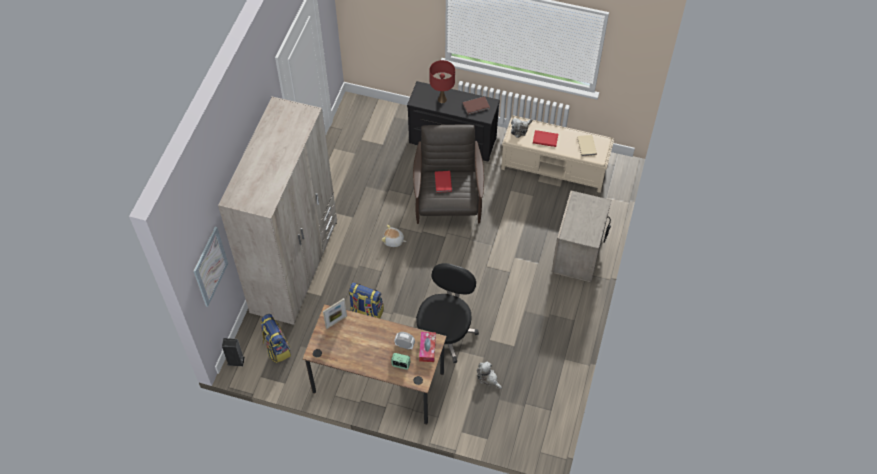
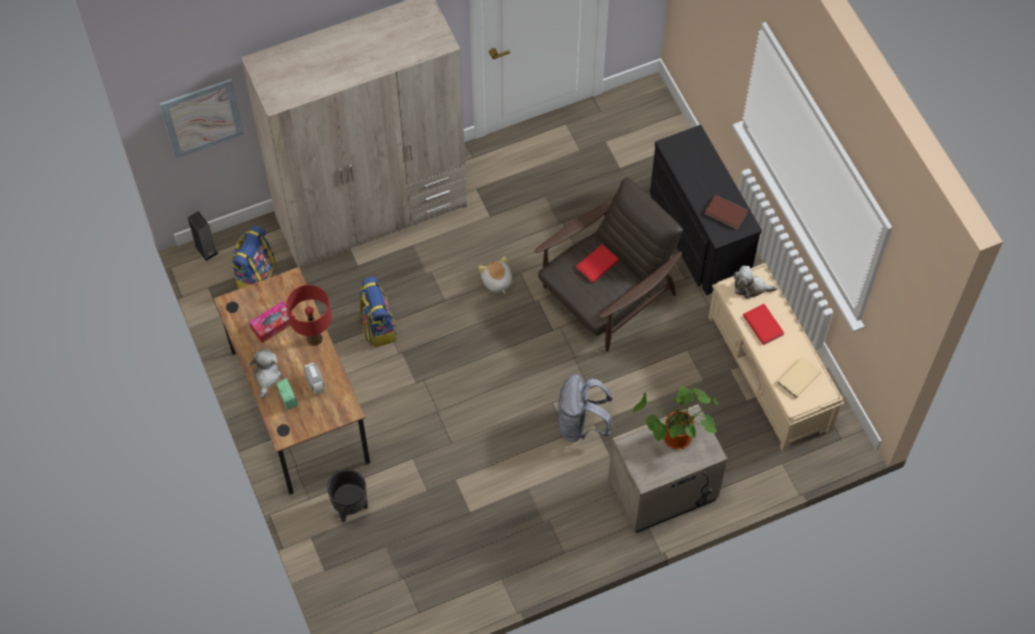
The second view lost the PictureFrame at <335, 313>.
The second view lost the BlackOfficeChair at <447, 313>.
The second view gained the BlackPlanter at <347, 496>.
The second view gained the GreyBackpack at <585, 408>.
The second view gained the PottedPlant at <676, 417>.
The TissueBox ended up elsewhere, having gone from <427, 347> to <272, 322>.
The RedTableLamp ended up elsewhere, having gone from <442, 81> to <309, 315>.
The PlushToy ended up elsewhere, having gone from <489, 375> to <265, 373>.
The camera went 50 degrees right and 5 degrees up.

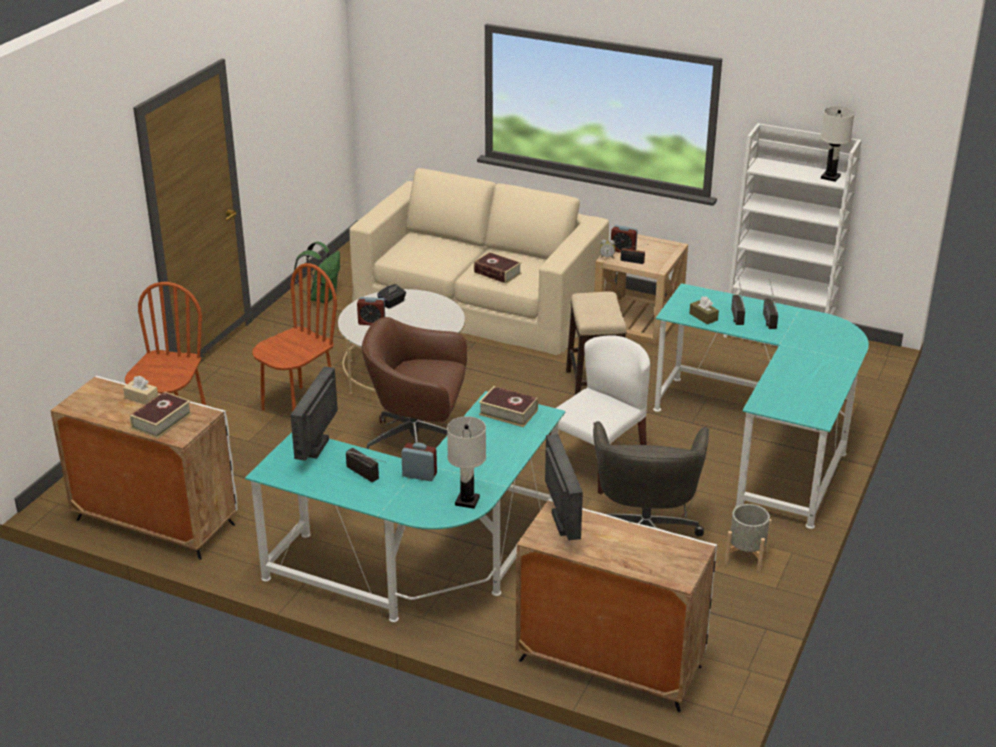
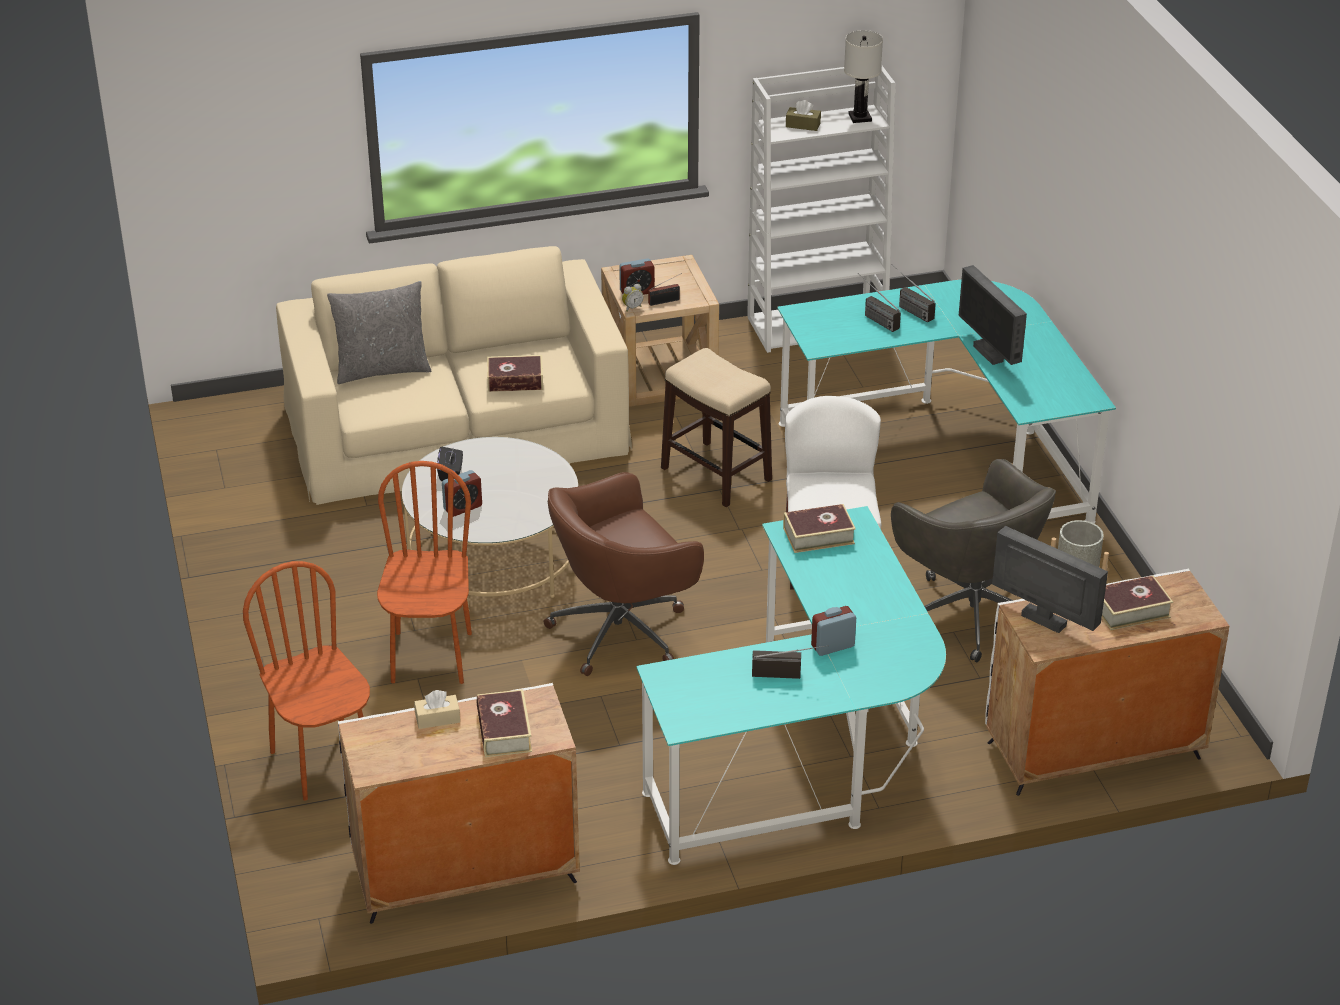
The second view lost the GreenBackpack at <317, 273>.
The second view lost the WhiteTableLamp at <466, 462>.
The second view gained the GreyPillow at <379, 332>.
The second view gained the Book at <1137, 603>.
The Monitor ended up elsewhere, having gone from <314, 413> to <993, 315>.
The BrownTissueBox ended up elsewhere, having gone from <704, 310> to <803, 115>.
The camera went 40 degrees left and 5 degrees up.

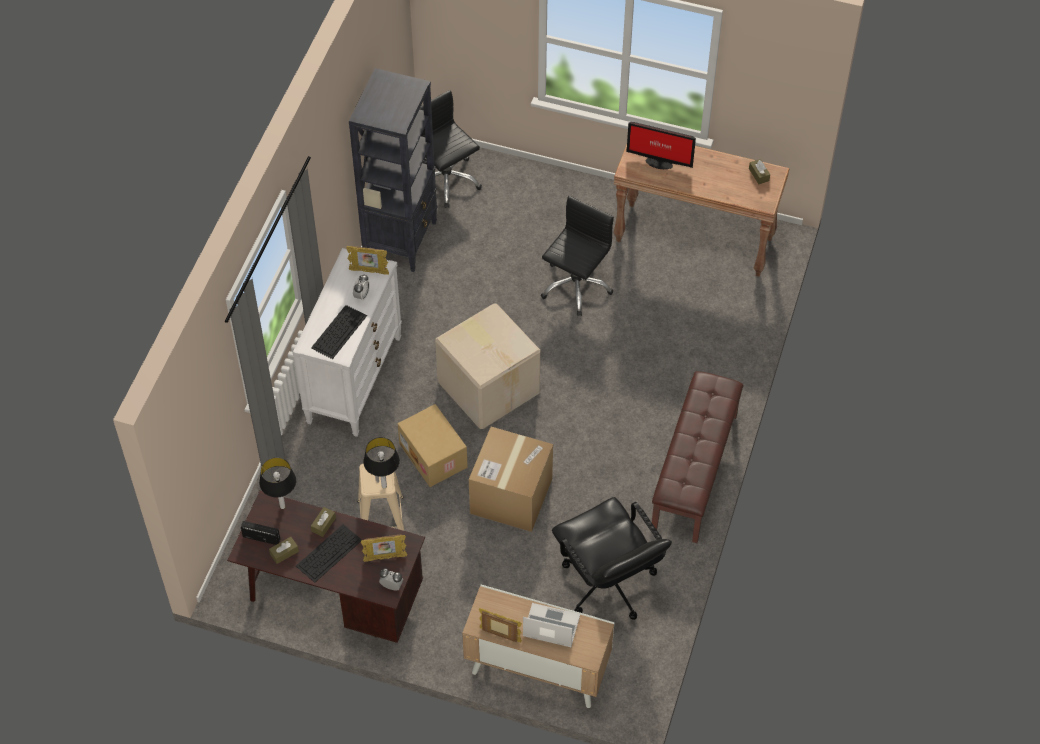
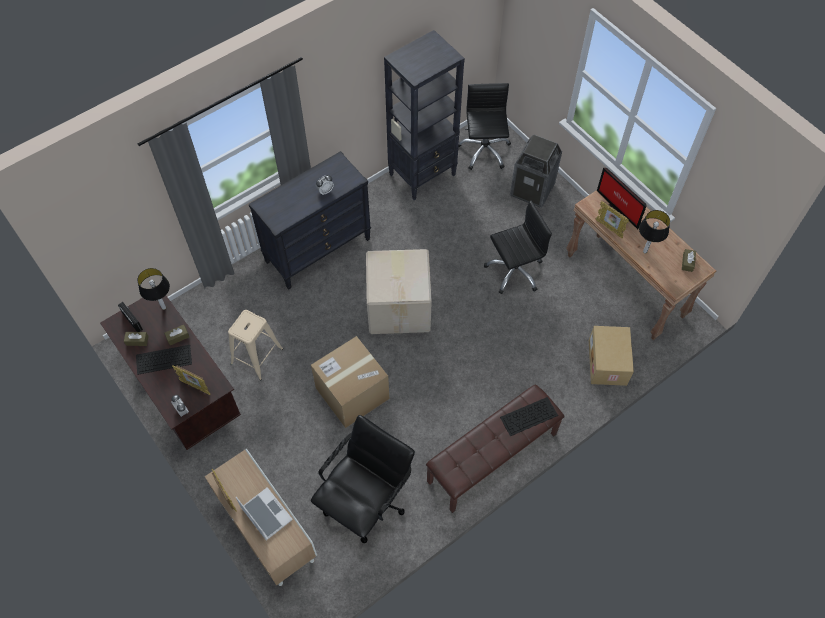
The second view gained the TrashCan at <536, 171>.
The Keyboard ended up elsewhere, having gone from <339, 332> to <529, 416>.
The PictureFrame ended up elsewhere, having gone from <367, 260> to <612, 219>.
The TableLamp ended up elsewhere, having gone from <381, 462> to <654, 231>.
The CardboardBox ended up elsewhere, having gone from <433, 445> to <611, 356>.
What was the WhiteDresser at <347, 342> turned into the BlackDresser at <310, 220>.
The BlackOfficeChair at <612, 558> ended up facing another way, 150 degrees counterclockwise from before.
The camera went 35 degrees right and 5 degrees up.

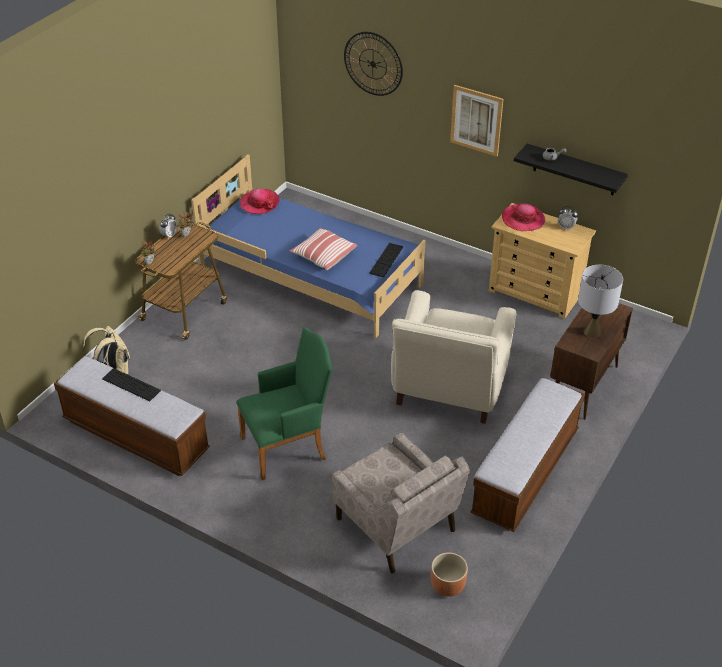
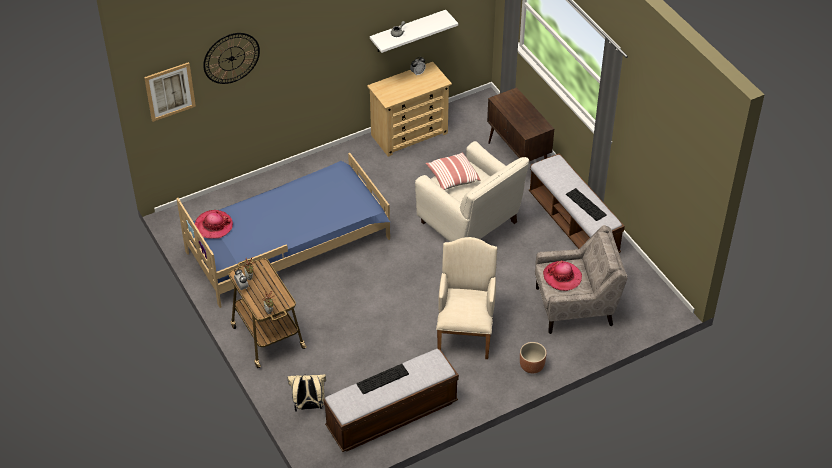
The second view lost the GreyTableLamp at <600, 301>.
The Pillow ended up elsewhere, having gone from <323, 249> to <452, 171>.
The Keyboard ended up elsewhere, having gone from <386, 260> to <586, 204>.
The BrownPlanter ended up elsewhere, having gone from <449, 574> to <533, 357>.
The Picture ended up elsewhere, having gone from <476, 121> to <170, 92>.
The Hat ended up elsewhere, having gone from <523, 217> to <562, 275>.
What was the GreenArmchair at <284, 403> turned into the BeigeArmchair at <466, 298>.
What was the BlackShelf at <571, 169> turned into the WhiteShelf at <414, 31>.
The camera went 60 degrees left and 5 degrees up.

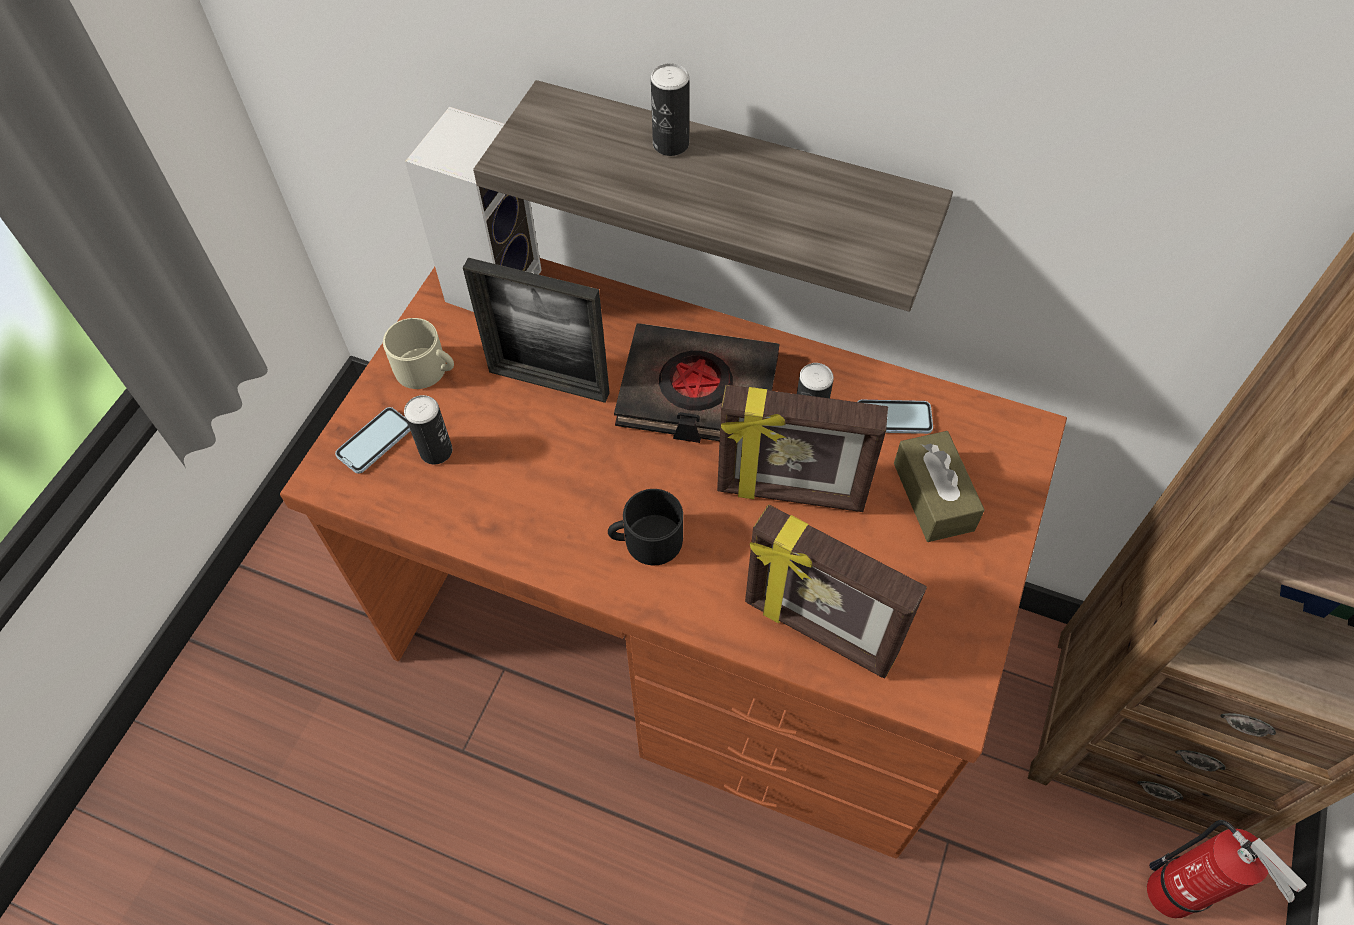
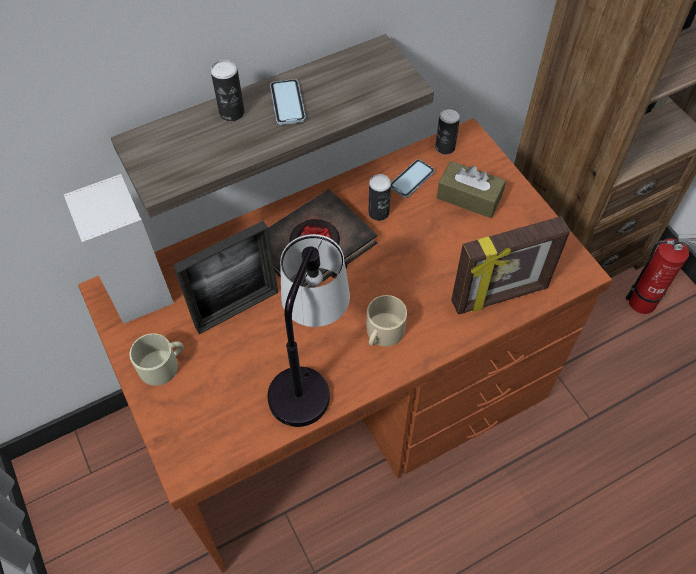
The second view lost the PictureFrame at <802, 448>.
The second view gained the TableLamp at <309, 330>.
The Phone ended up elsewhere, having gone from <372, 440> to <288, 102>.
The Can ended up elsewhere, having gone from <428, 430> to <447, 131>.
What was the BlackMug at <645, 527> turned into the BeigeMug at <386, 320>.
The camera went 50 degrees left and 0 degrees up.

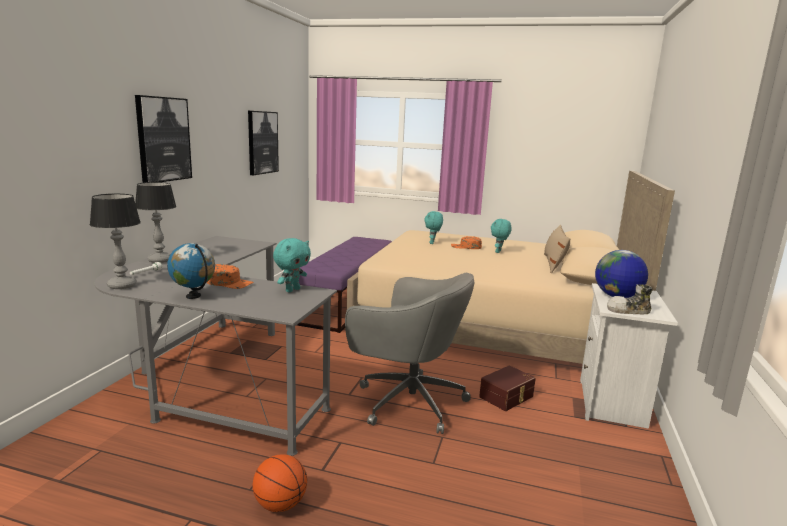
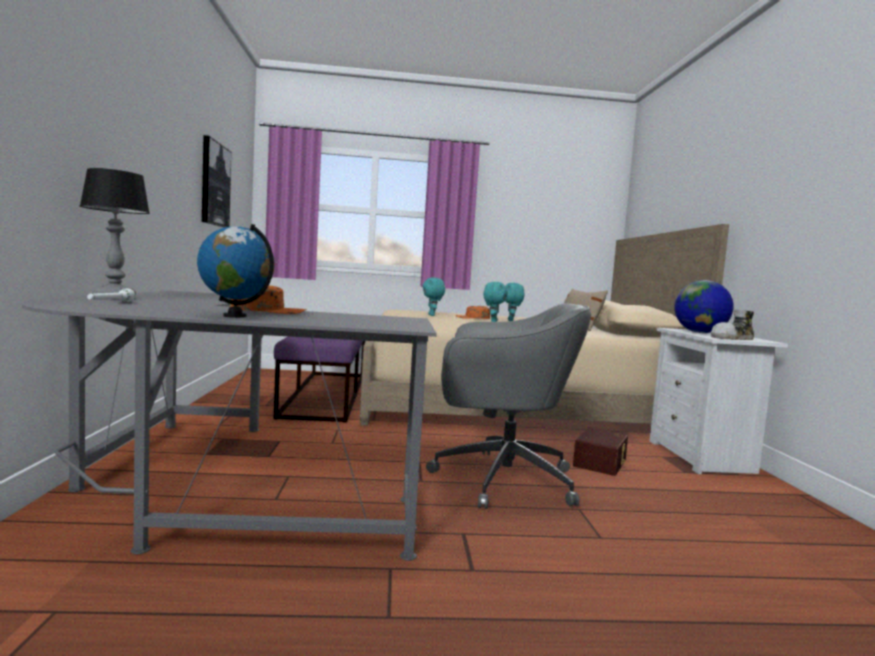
The second view lost the TableLamp at <115, 241>.
The second view lost the Picture at <163, 139>.
The second view lost the Basketball at <280, 483>.
The TurquoisePlushToy ended up elsewhere, having gone from <292, 265> to <495, 302>.
The camera went 20 degrees left and 10 degrees down.

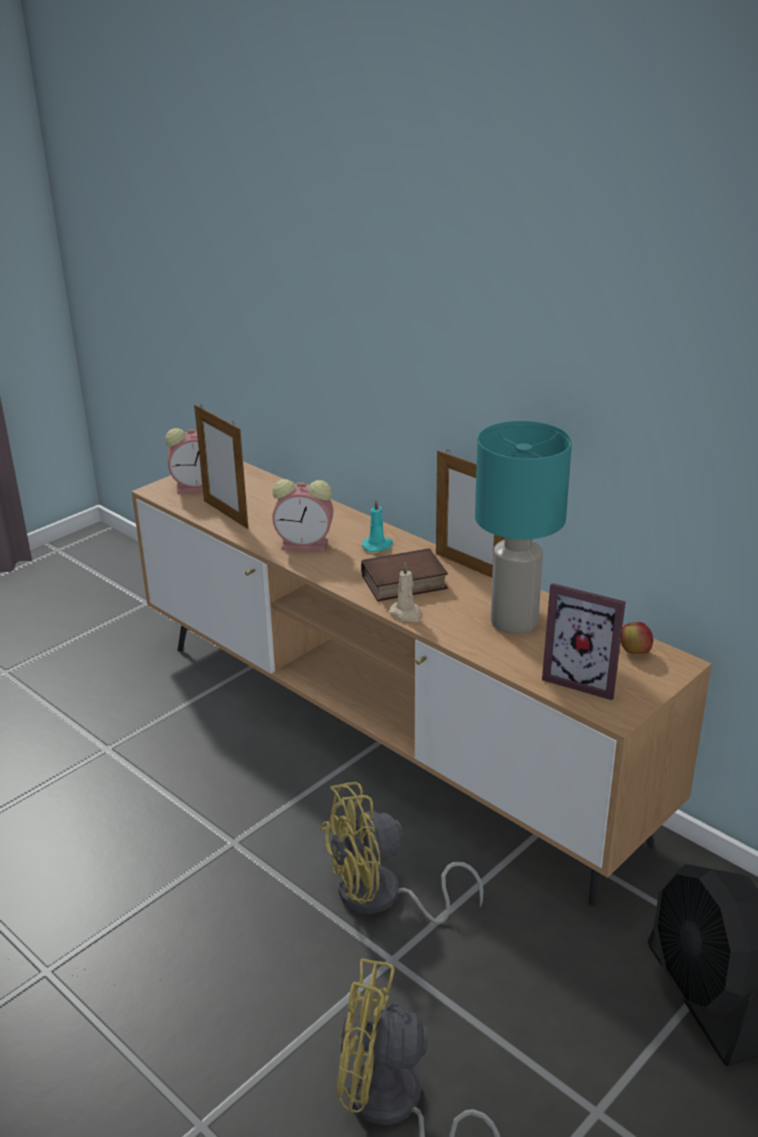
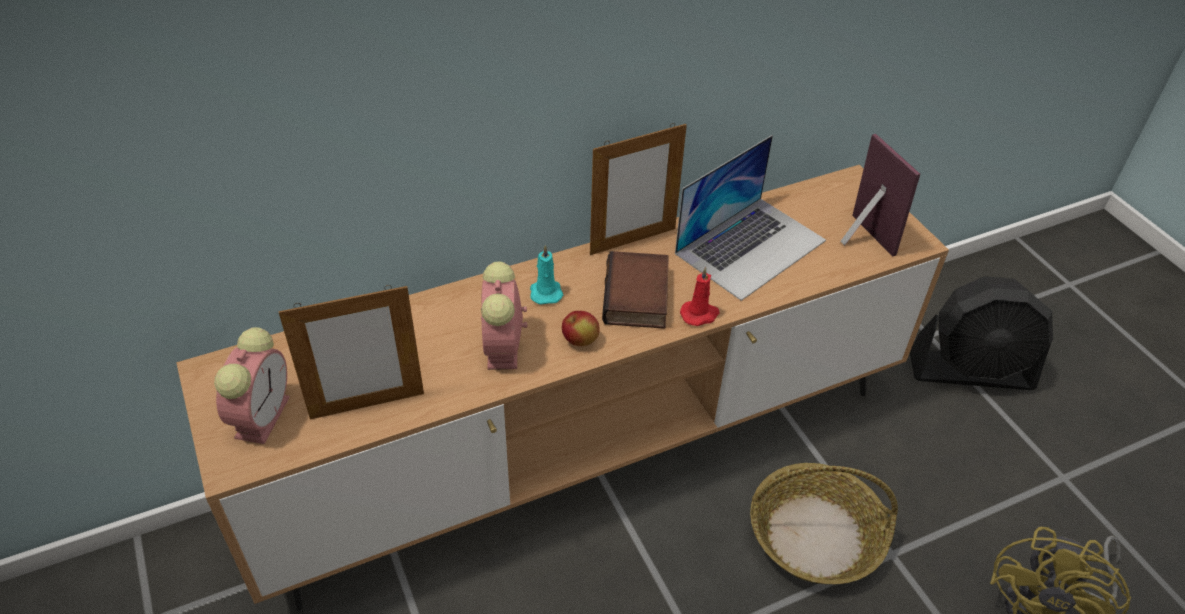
The Apple ended up elsewhere, having gone from <637, 638> to <581, 328>.
Where the YellowFan stood at <402, 853>, the Basket came to stand at <824, 523>.
Where the TurquoiseTableLamp stood at <523, 527>, the Laptop came to stand at <750, 218>.
What was the BeigeCandle at <405, 592> turned into the RedCandle at <699, 296>.
The AlarmClock at <302, 515> ended up facing another way, 150 degrees clockwise from before.
The PictureFrame at <583, 641> ended up facing another way, 75 degrees counterclockwise from before.
The camera went 70 degrees left and 15 degrees up.

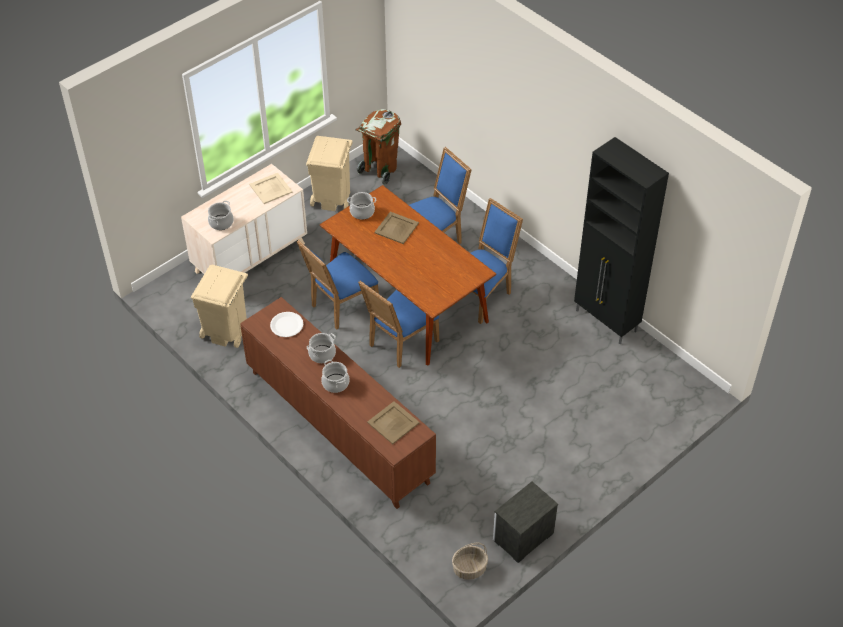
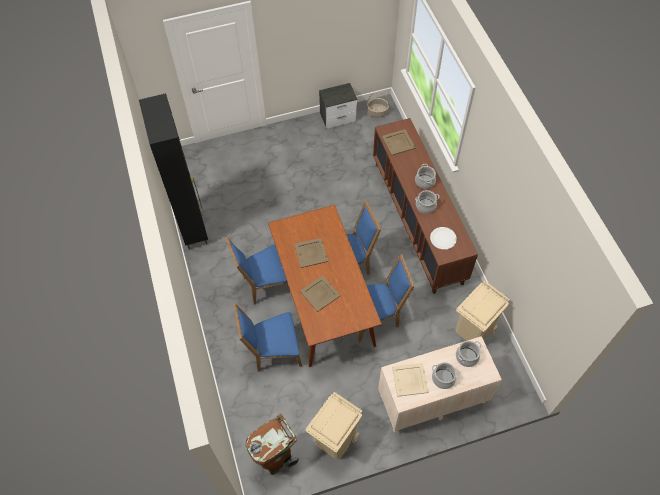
The second view gained the BeigeTray at <311, 253>.
The CookingPot ended up elsewhere, having gone from <361, 206> to <446, 375>.
The camera went 155 degrees left and 10 degrees up.

